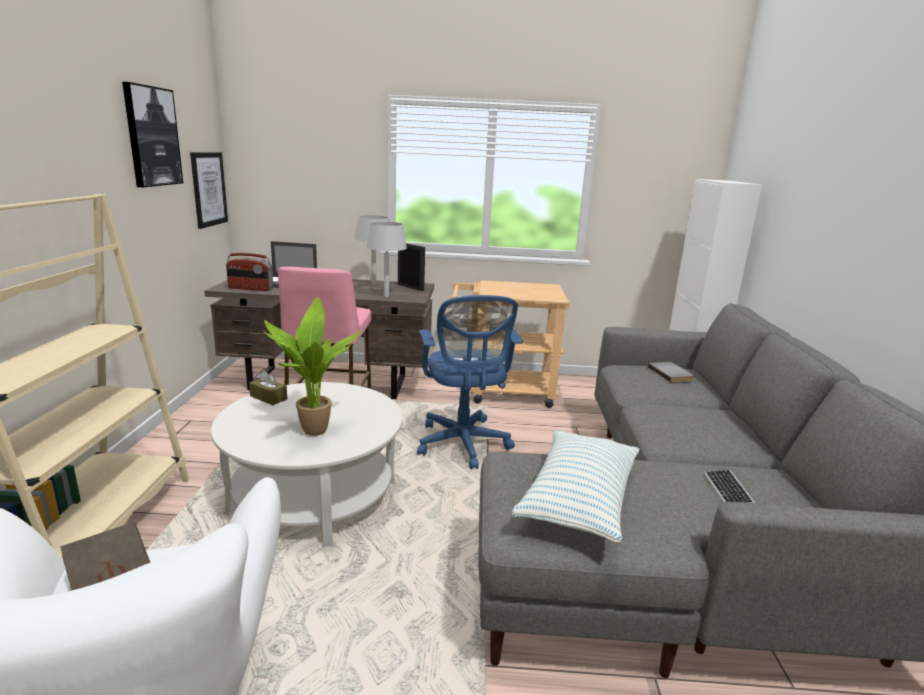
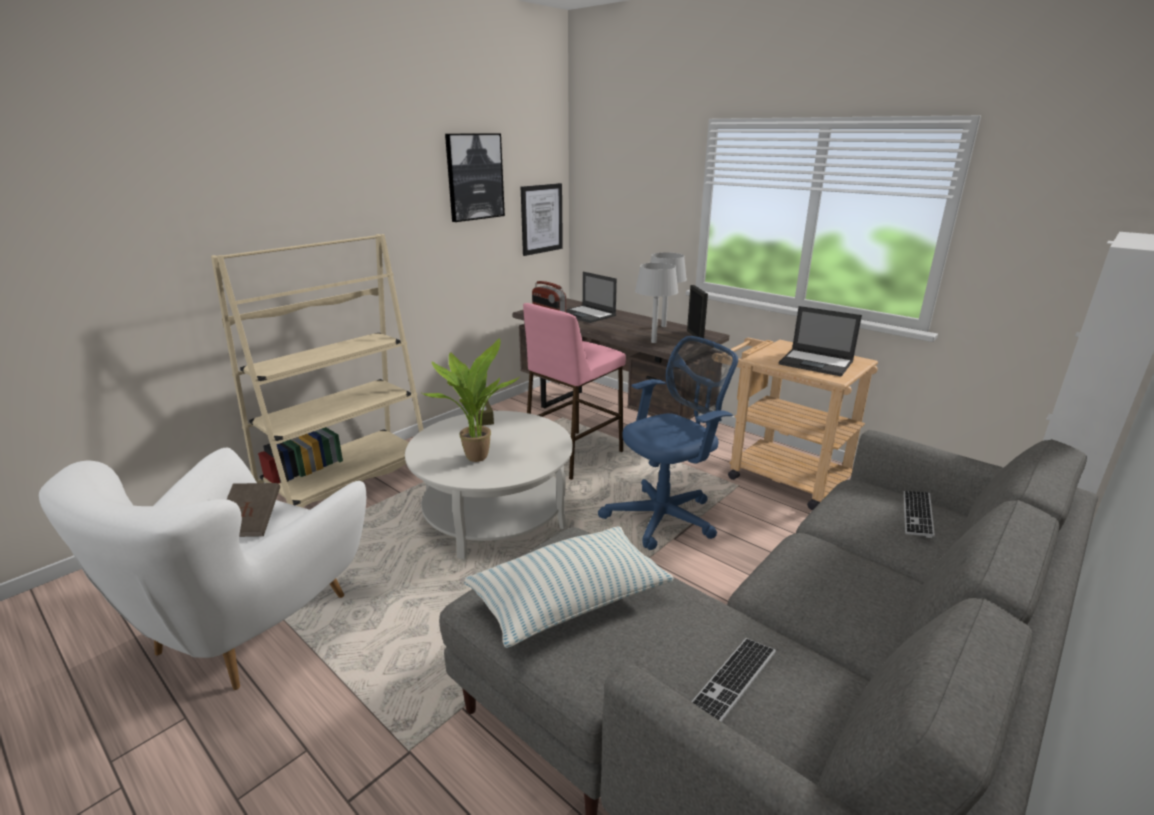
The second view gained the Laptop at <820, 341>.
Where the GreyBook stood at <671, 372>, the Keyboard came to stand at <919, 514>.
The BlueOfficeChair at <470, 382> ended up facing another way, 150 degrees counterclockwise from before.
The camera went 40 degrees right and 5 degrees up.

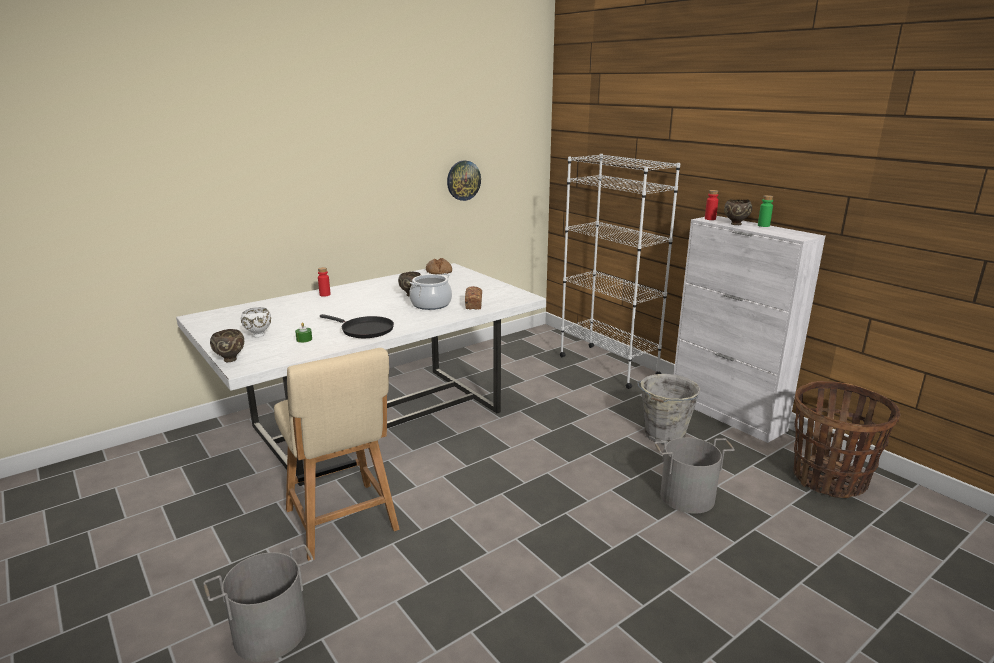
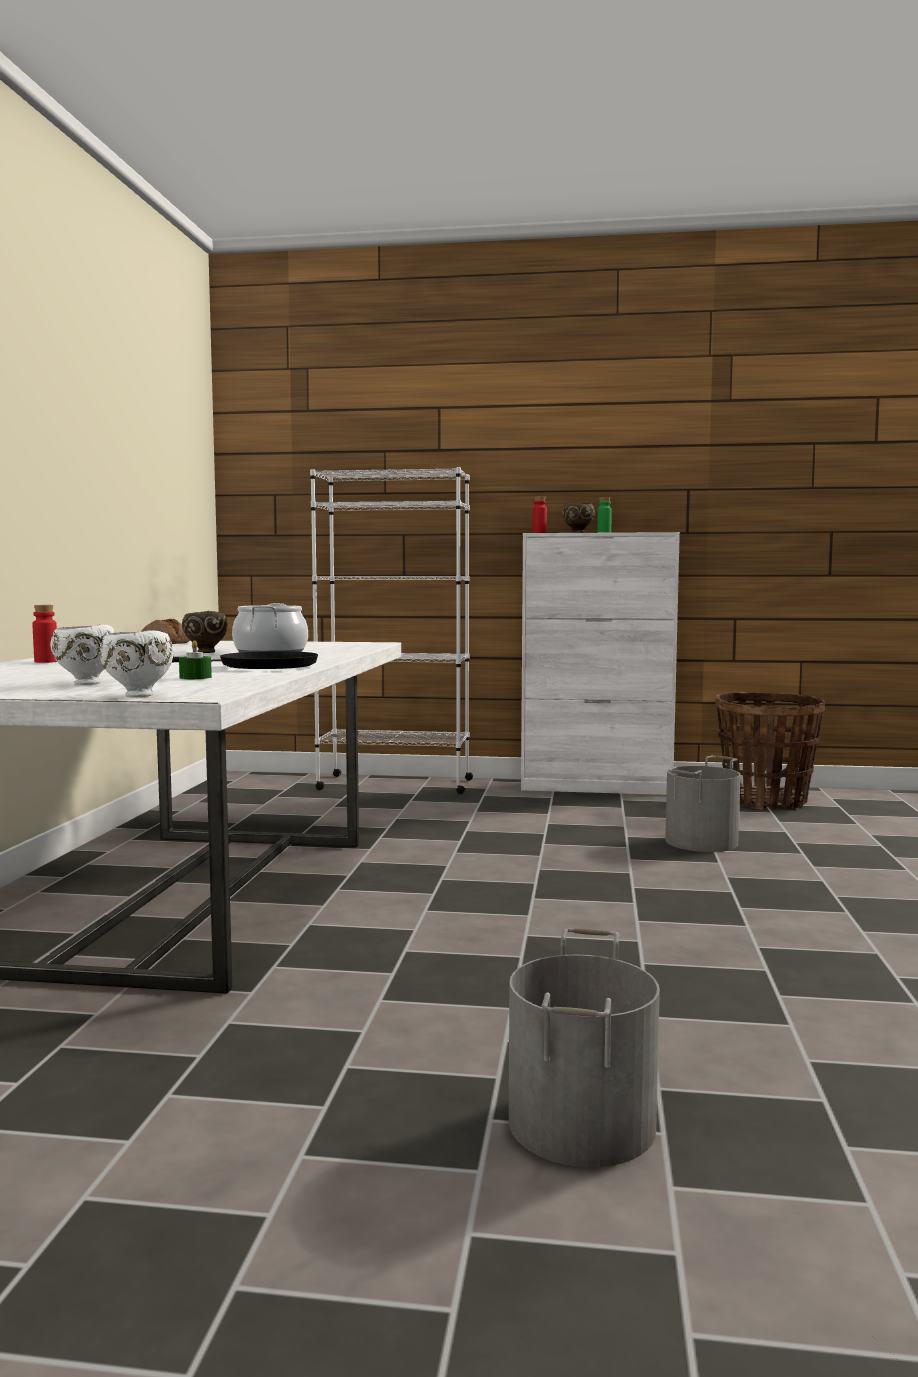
The second view lost the BeigeChair at <336, 454>.
The second view lost the WallClock at <464, 180>.
The second view lost the Bread at <473, 298>.
The second view lost the GreyBucket at <668, 409>.
What was the BrownBowl at <227, 345> turned into the WhiteBowl at <136, 663>.
The camera went 45 degrees left and 15 degrees down.

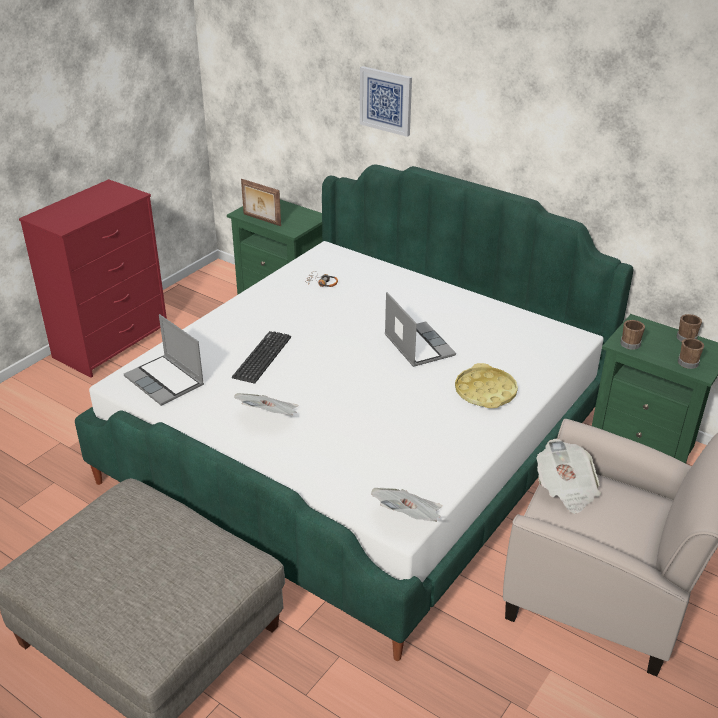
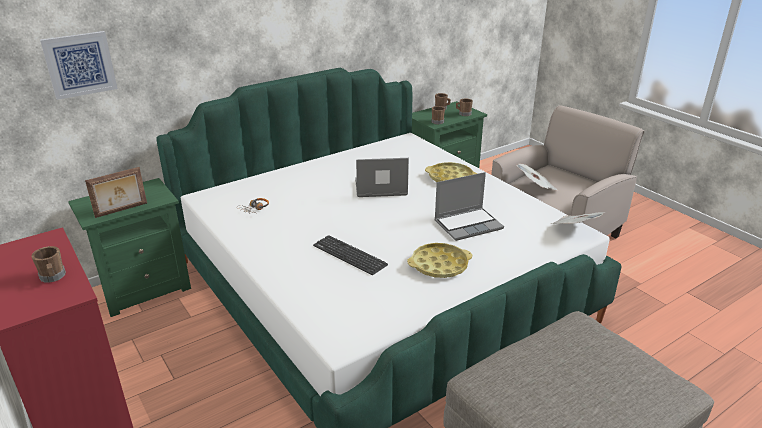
The second view gained the BrownMug at <48, 264>.
The Laptop ended up elsewhere, having gone from <164, 360> to <469, 206>.
The Picture ended up elsewhere, having gone from <386, 101> to <79, 65>.
Where the Newspaper stood at <266, 404>, the YellowTray came to stand at <439, 260>.
The camera went 70 degrees left and 5 degrees down.

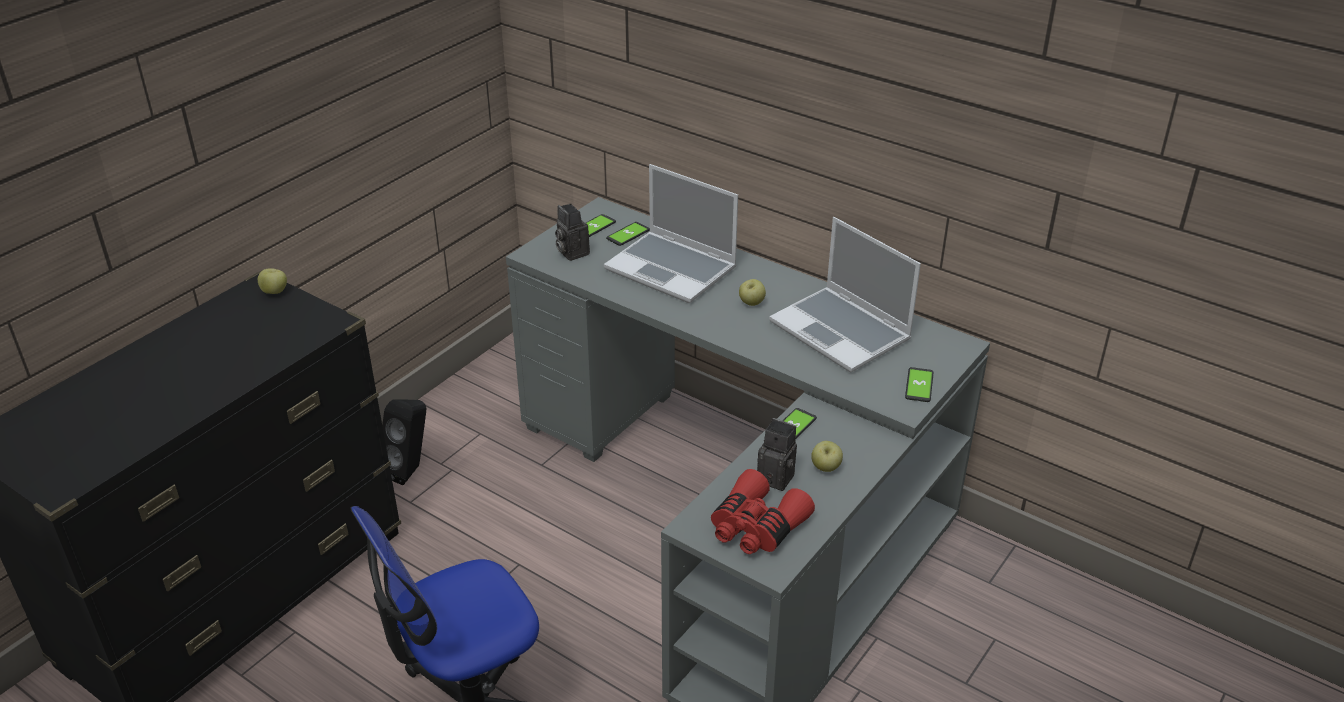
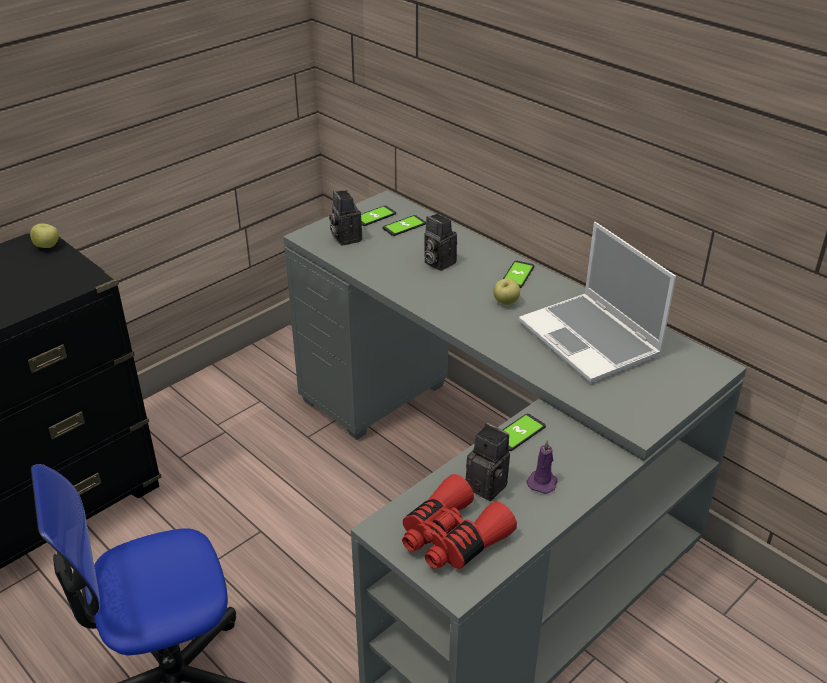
The second view lost the BlackSpeaker at <404, 442>.
The Phone ended up elsewhere, having gone from <919, 384> to <518, 274>.
Where the Laptop stood at <671, 233>, the PhotoCamera came to stand at <440, 242>.
Where the Apple stood at <827, 456>, the PurpleCandle came to stand at <542, 467>.
The camera went 10 degrees right and 0 degrees up.

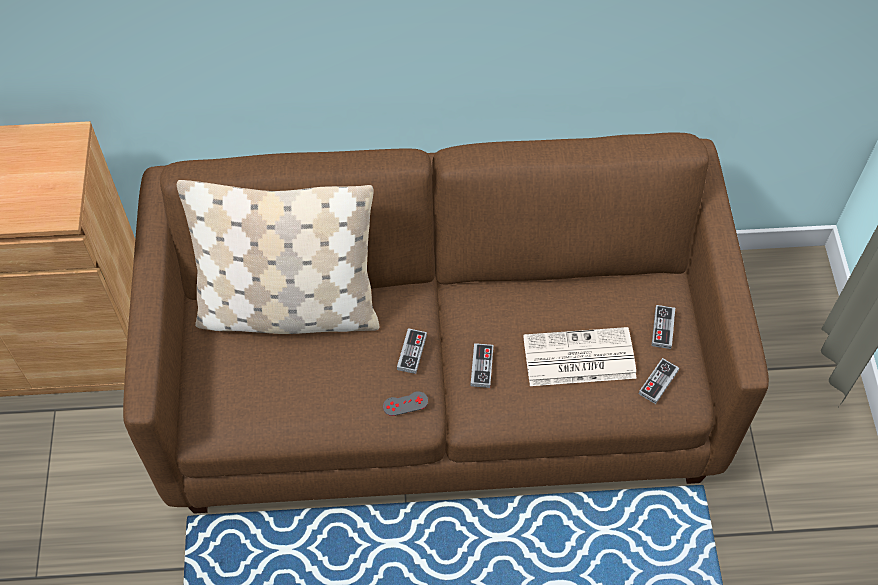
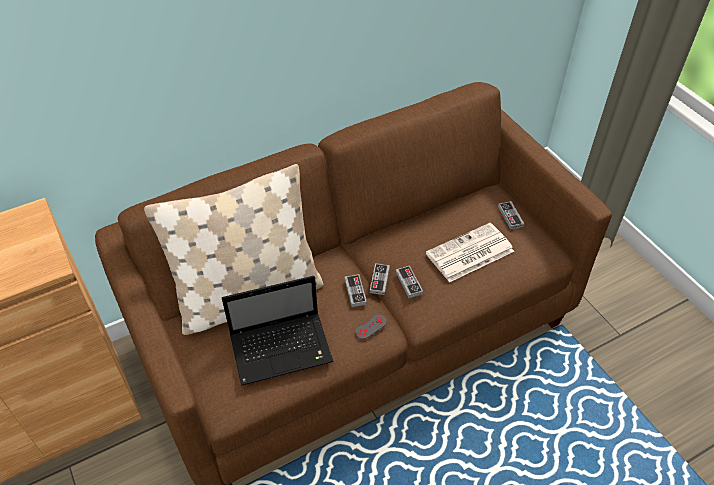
The second view gained the Laptop at <278, 331>.
The GameController ended up elsewhere, having gone from <659, 381> to <380, 279>.
The camera went 25 degrees left and 10 degrees down.

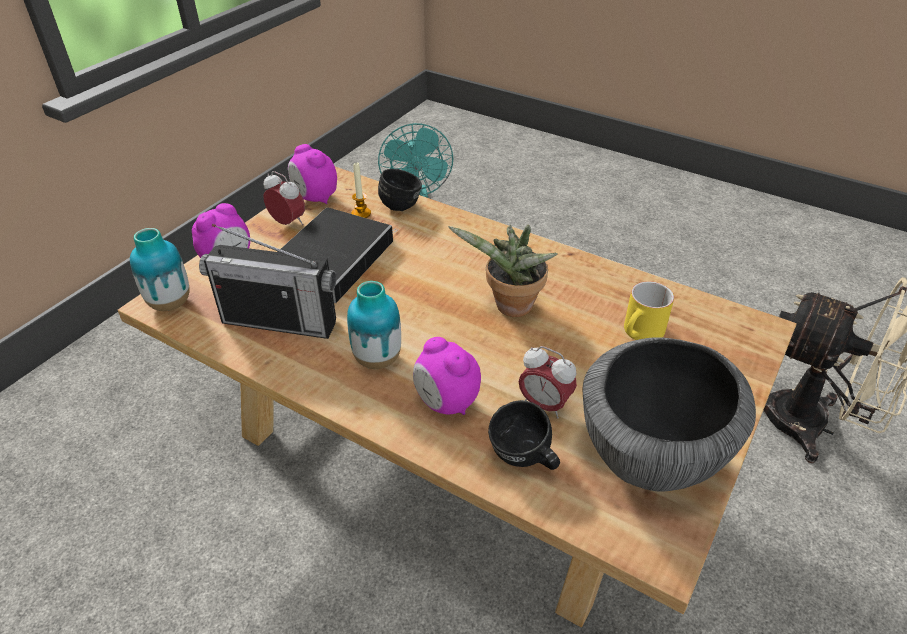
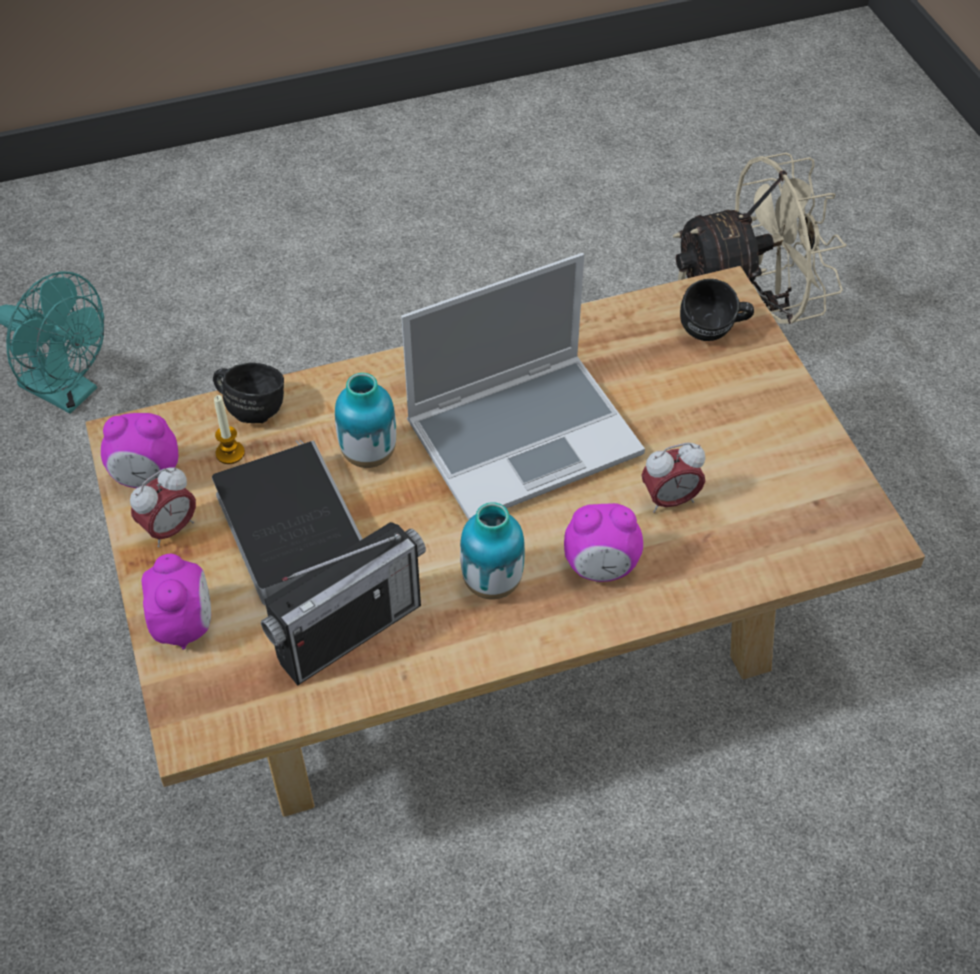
The second view lost the Bowl at <669, 414>.
The second view lost the YellowMug at <649, 310>.
The Vase ended up elsewhere, having gone from <159, 269> to <365, 420>.
The BlackMug ended up elsewhere, having gone from <524, 435> to <717, 310>.
Where the PottedPlant stood at <503, 270>, the Laptop came to stand at <523, 386>.
The AlarmClock at <284, 198> ended up facing another way, 150 degrees clockwise from before.
The camera went 50 degrees left and 10 degrees up.

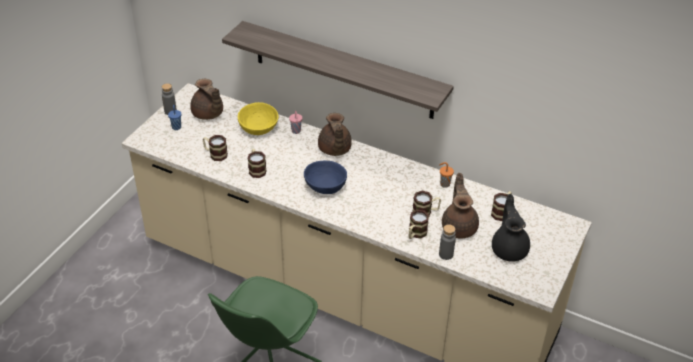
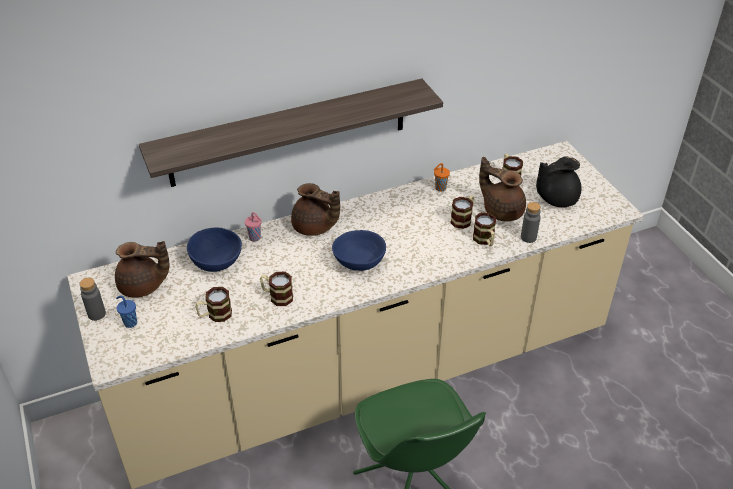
What was the YellowBowl at <258, 118> turned into the BlueBowl at <214, 250>.
The BlackTeapot at <511, 228> ended up facing another way, 60 degrees counterclockwise from before.
The camera went 50 degrees left and 0 degrees up.

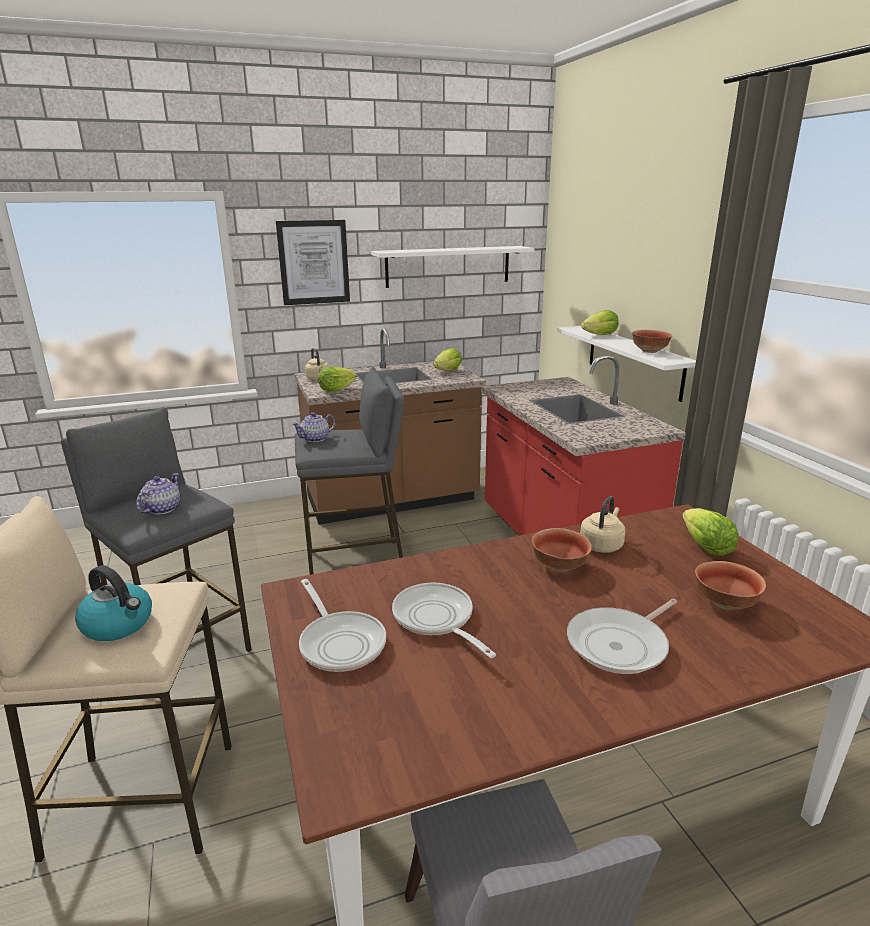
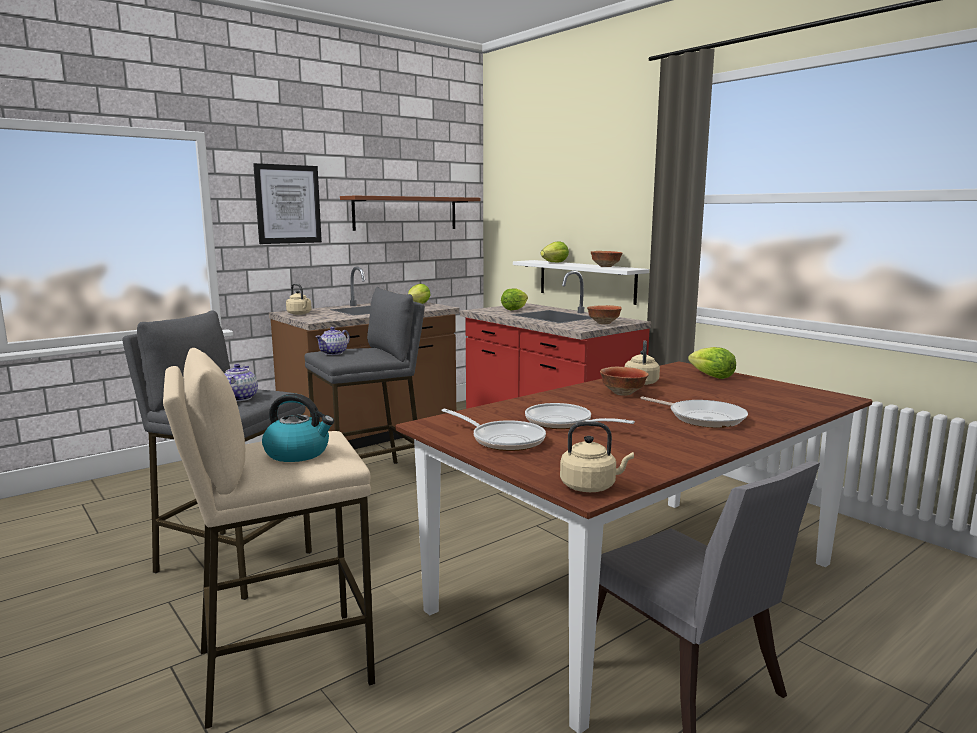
The second view gained the BeigeKettle at <597, 456>.
The Lettuce ended up elsewhere, having gone from <337, 379> to <514, 299>.
The Bowl ended up elsewhere, having gone from <730, 585> to <604, 314>.
What was the WhiteShelf at <452, 267> turned into the BrownShelf at <410, 213>.
The FryingPan at <622, 636> ended up facing another way, 75 degrees counterclockwise from before.
The camera went 20 degrees left and 10 degrees down.

